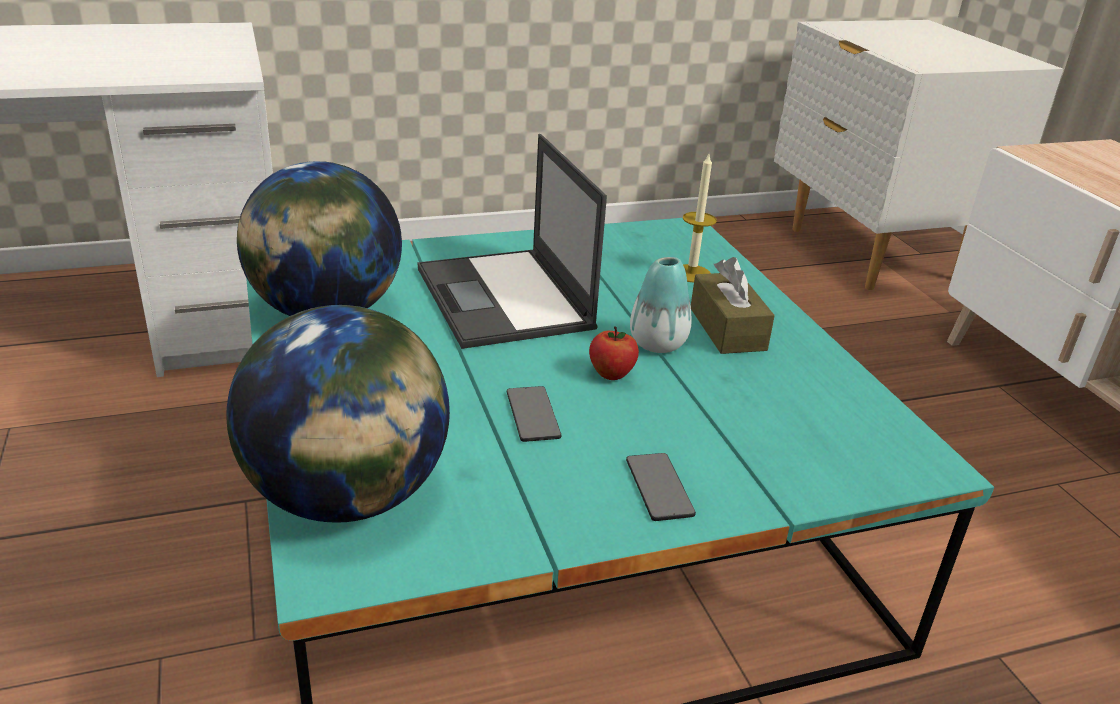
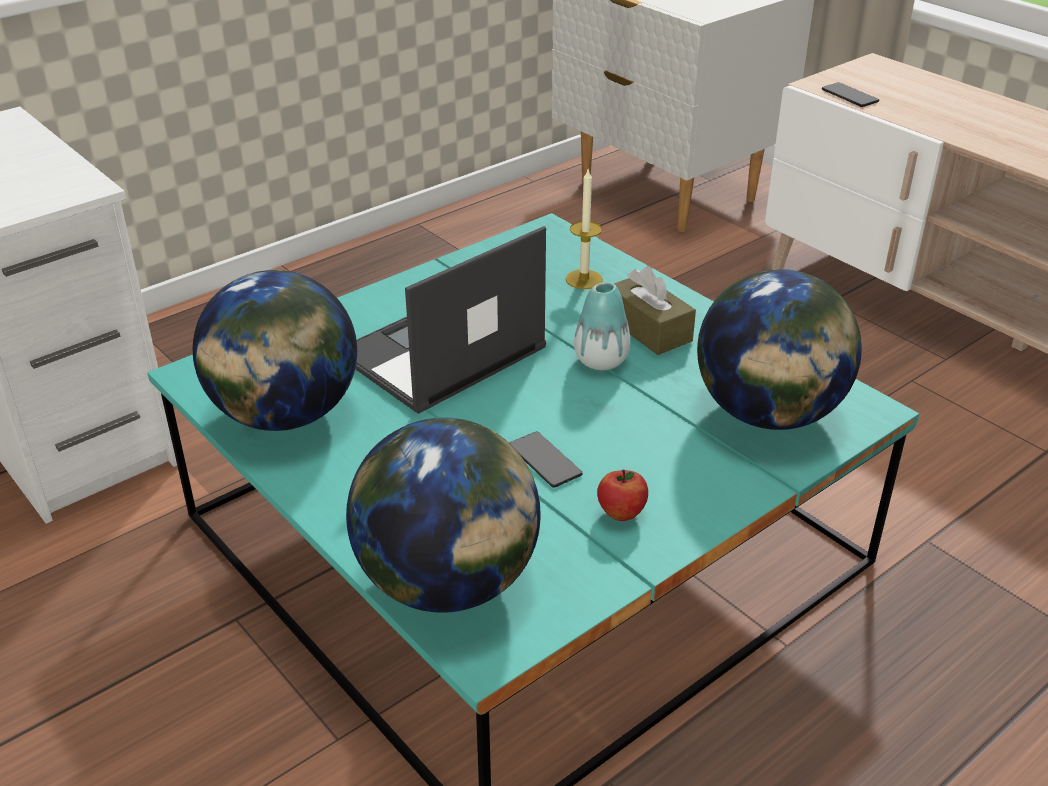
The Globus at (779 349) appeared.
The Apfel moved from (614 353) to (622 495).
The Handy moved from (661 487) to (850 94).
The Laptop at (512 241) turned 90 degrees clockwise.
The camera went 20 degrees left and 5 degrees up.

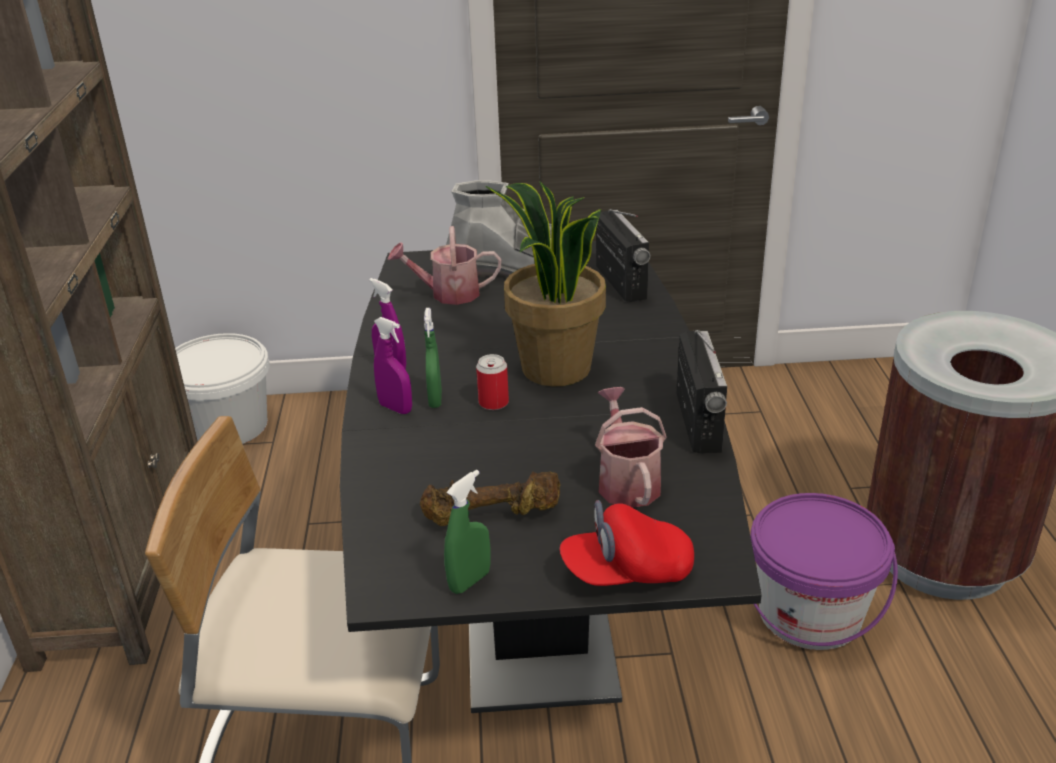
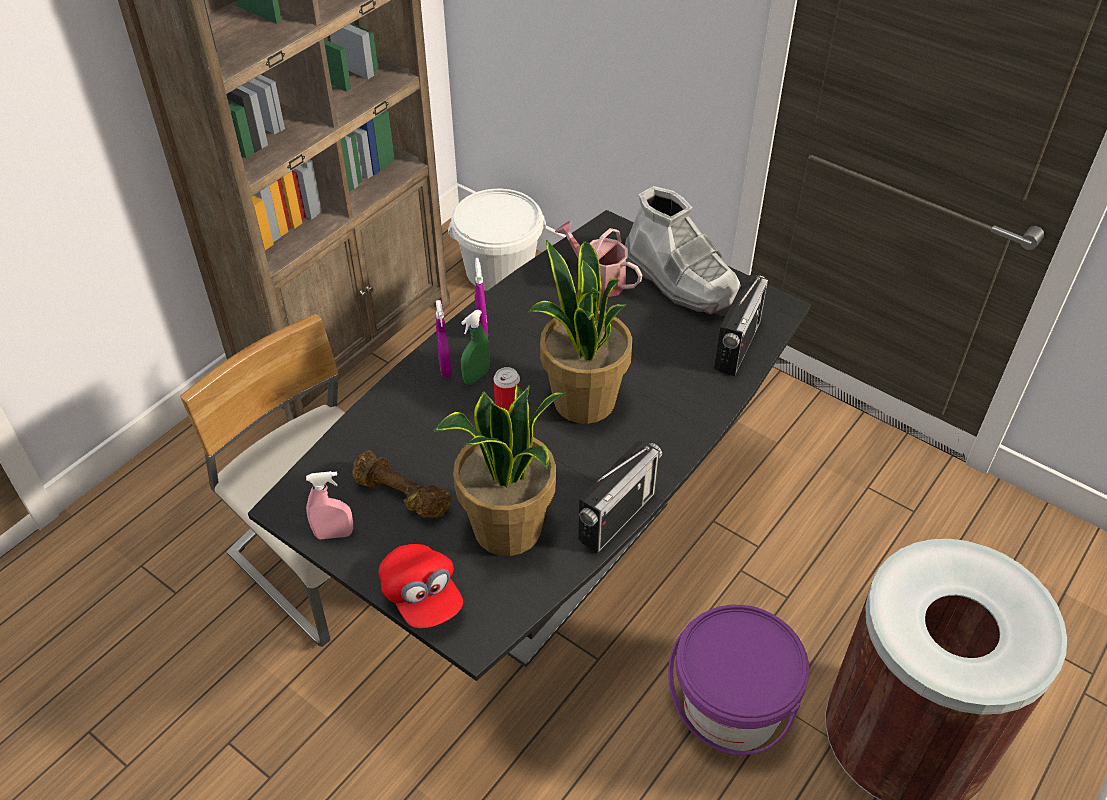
The Gießkanne at (631 447) was replaced by the Topfpflanze at (500 469).
The Sprühflasche [grün] at (467 532) became the Sprühflasche [rosa] at (329 505).
The Kappe [rot] at (626 543) turned 150 degrees counterclockwise.
The camera went 40 degrees right and 15 degrees up.

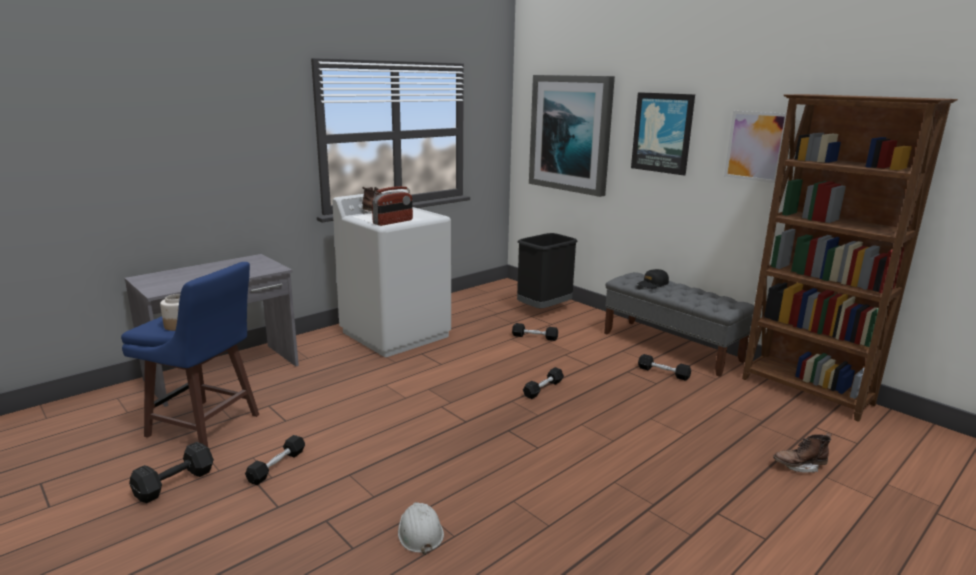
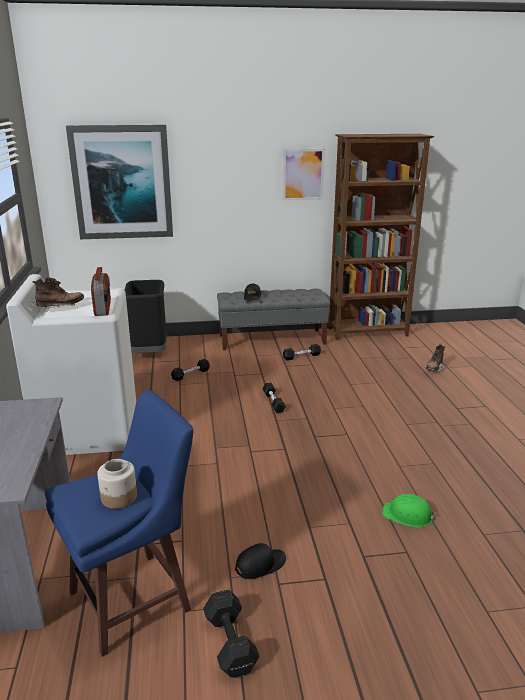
The Bild at (663 134) disappeared.
The Hantel [schwarz] at (275 460) was replaced by the Kappe [schwarz] at (260 561).
The Schutzhelm [weiß] at (421 528) became the Schutzhelm [grün] at (409 511).
The camera went 55 degrees left and 5 degrees up.

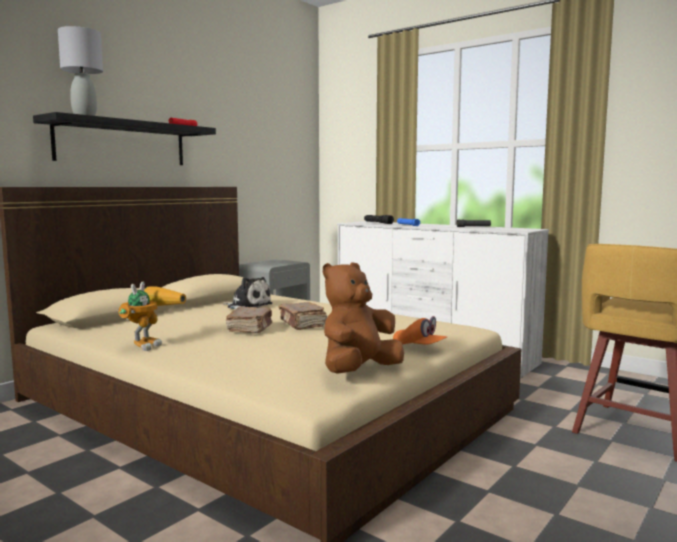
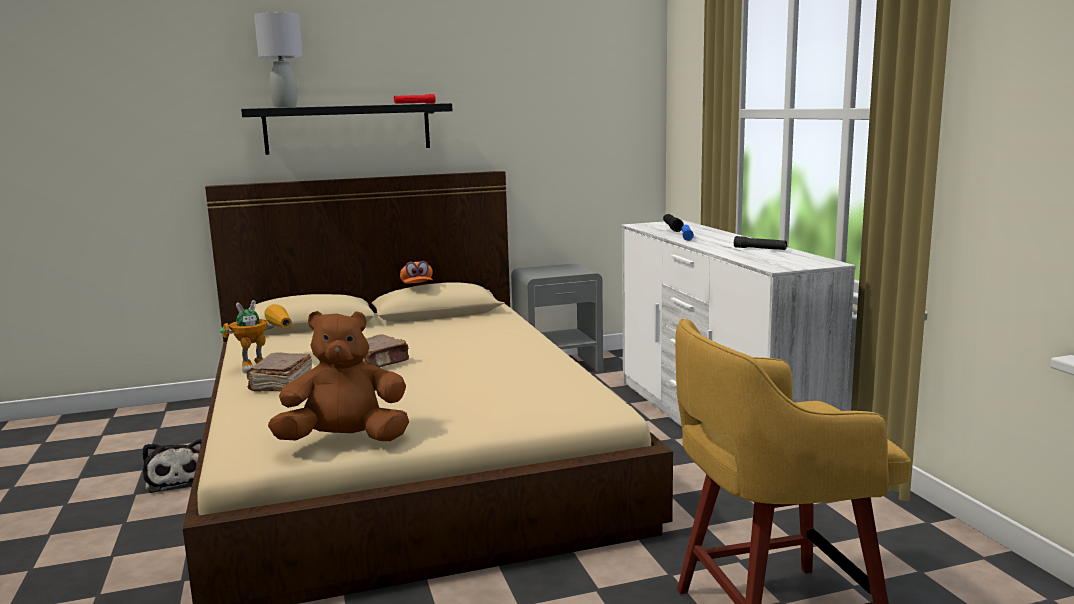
The Plüschtier moved from (247 293) to (172 466).
The Buch [braun] moved from (303 316) to (279 372).
The Kappe [orange] moved from (420 330) to (416 272).
The camera went 35 degrees right and 5 degrees up.

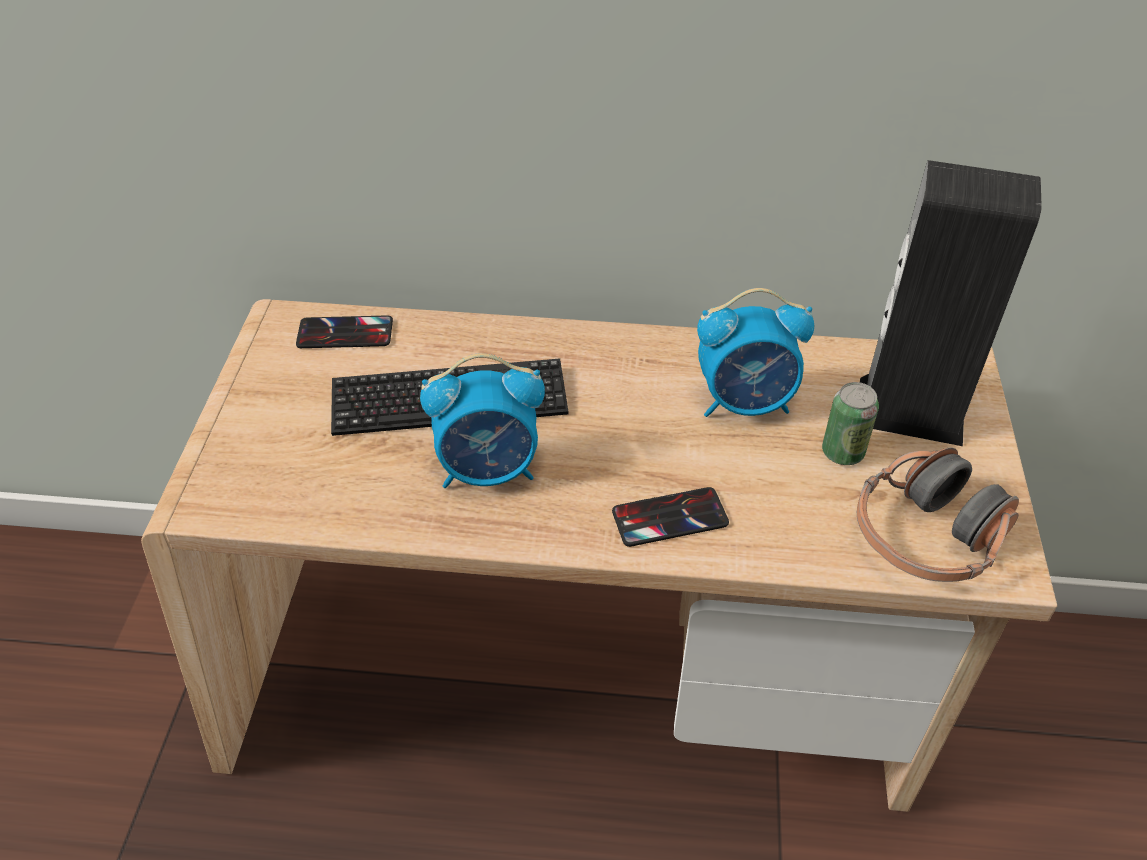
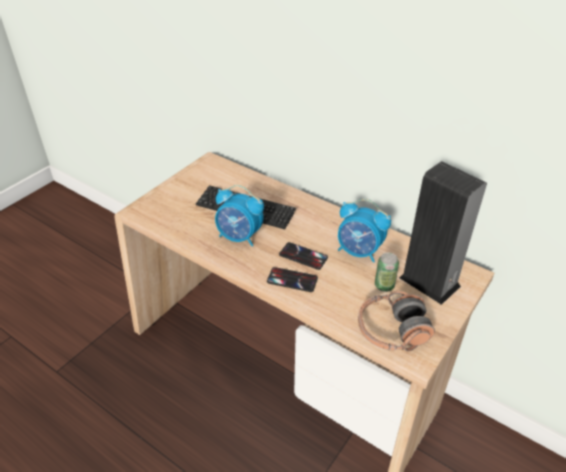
The Handy moved from (344 331) to (303 256).
The camera went 30 degrees right and 5 degrees down.

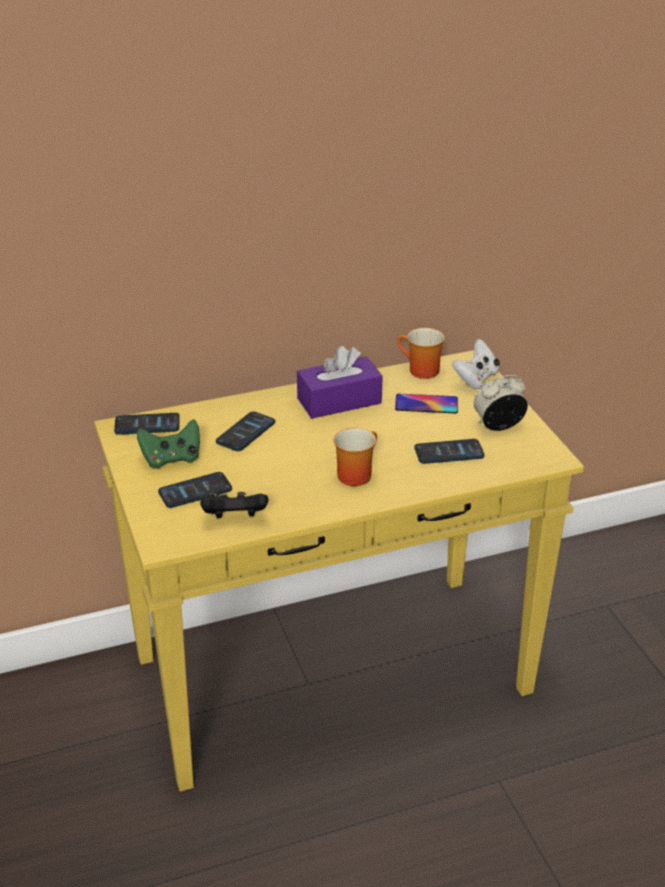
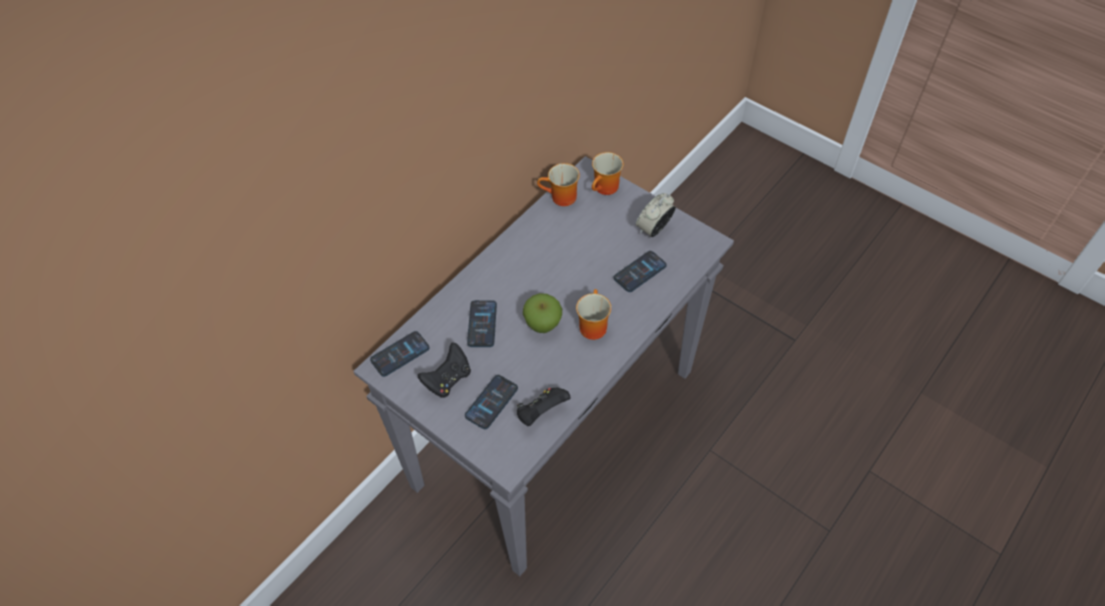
The Taschentuchbox [lila] at (340 382) disappeared.
The Handy at (426 403) disappeared.
The Apfel at (542 313) appeared.
The Gamepad [weiß] at (476 364) was replaced by the Henkelbecher at (607 173).
The Konsolentisch [gelb] at (339 571) became the Konsolentisch [grau] at (543 366).
The Gamepad [grün] at (168 444) became the Gamepad [schwarz] at (444 370).
The camera went 30 degrees left and 20 degrees up.

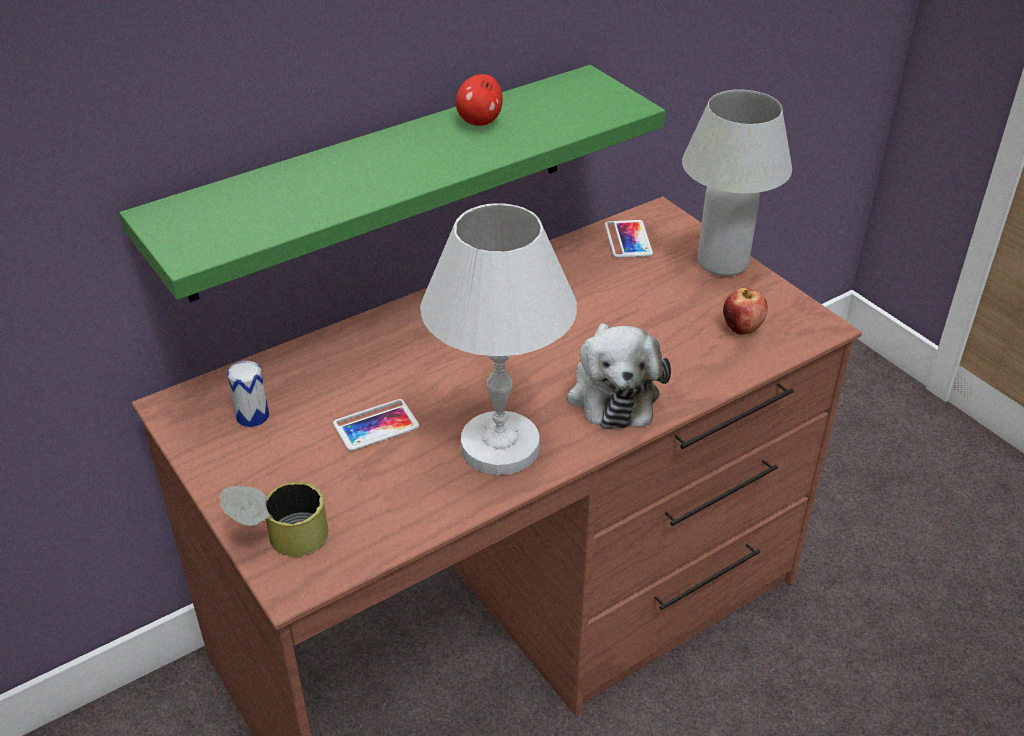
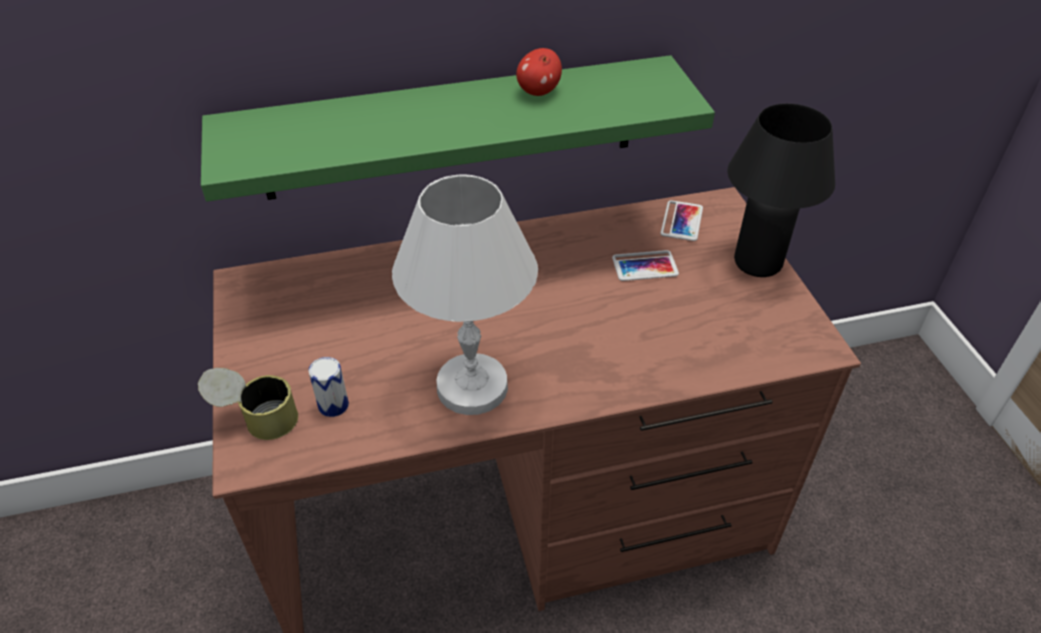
The Plüschtier at (619 376) disappeared.
The Apfel at (745 311) disappeared.
The Dose moved from (248 394) to (328 387).
The Handy moved from (376 425) to (645 265).
The Tischlampe [weiß] at (737 182) became the Tischlampe [schwarz] at (781 190).
The camera went 20 degrees right and 5 degrees up.

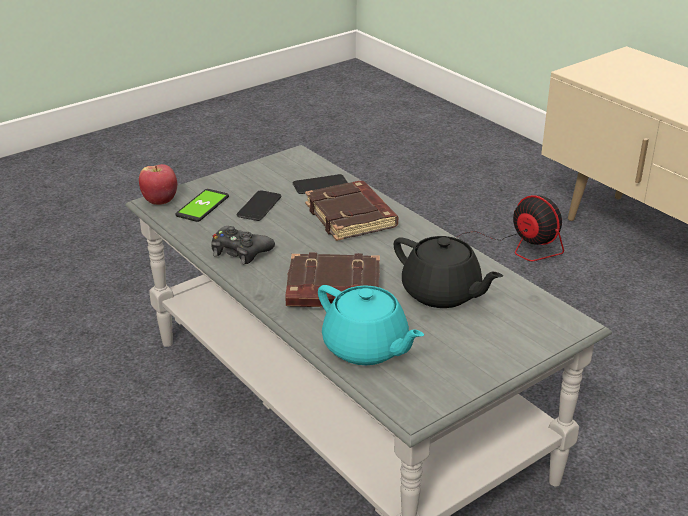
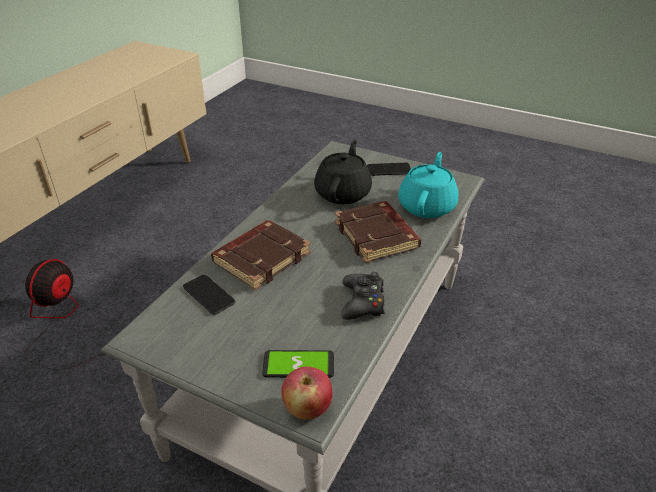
The Handy moved from (259 205) to (389 169).
The camera went 115 degrees left and 5 degrees up.

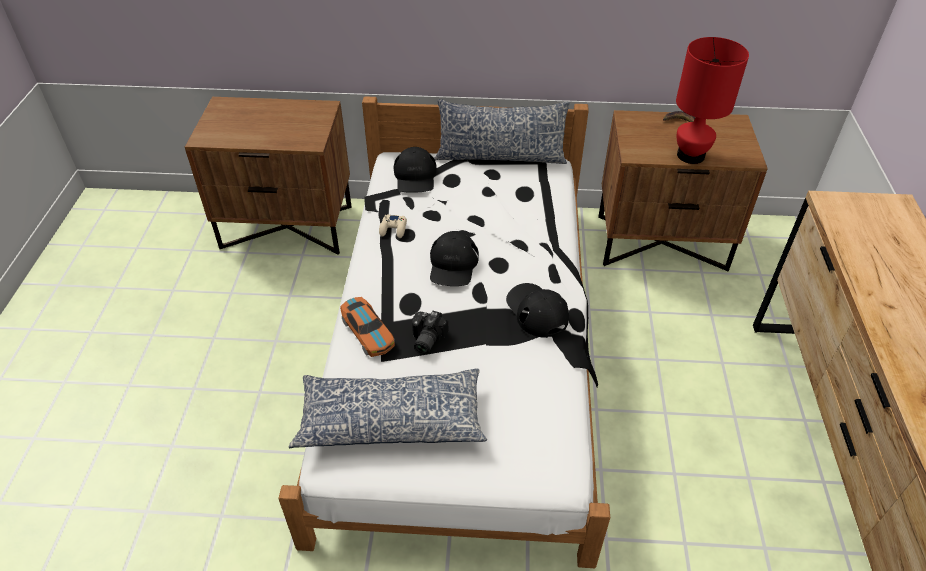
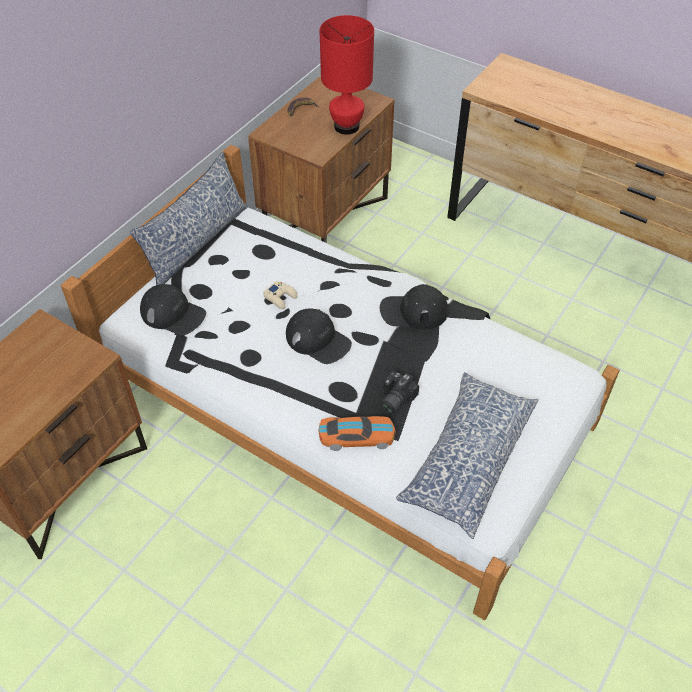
The Gamepad [beige] moved from (393 226) to (280 295).
The Kamera at (430 333) turned 75 degrees clockwise.
The camera went 60 degrees left and 5 degrees up.

